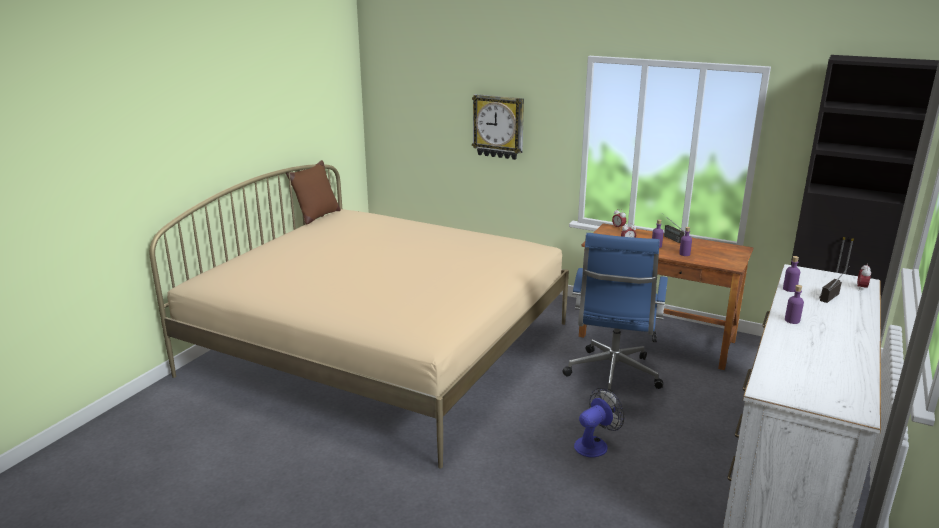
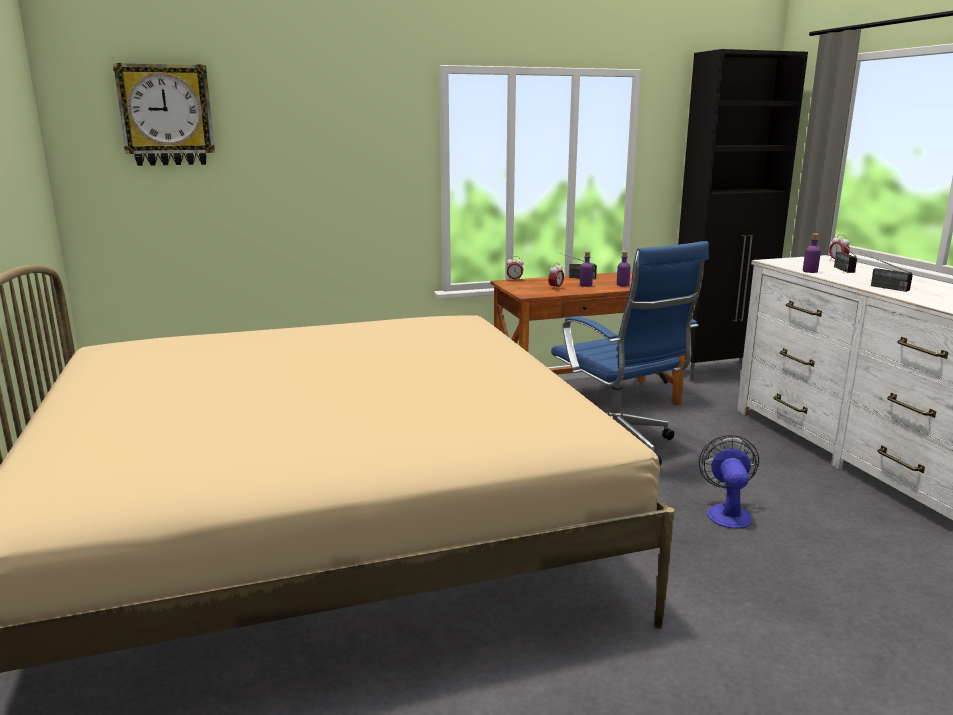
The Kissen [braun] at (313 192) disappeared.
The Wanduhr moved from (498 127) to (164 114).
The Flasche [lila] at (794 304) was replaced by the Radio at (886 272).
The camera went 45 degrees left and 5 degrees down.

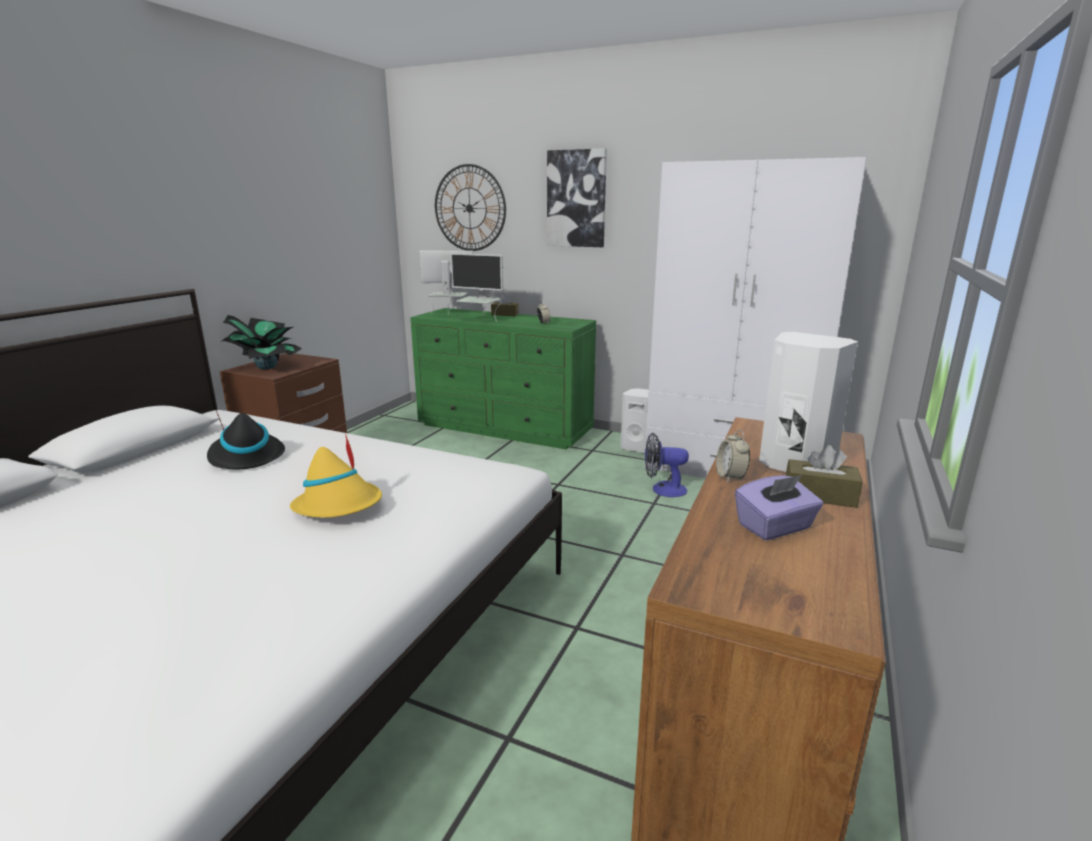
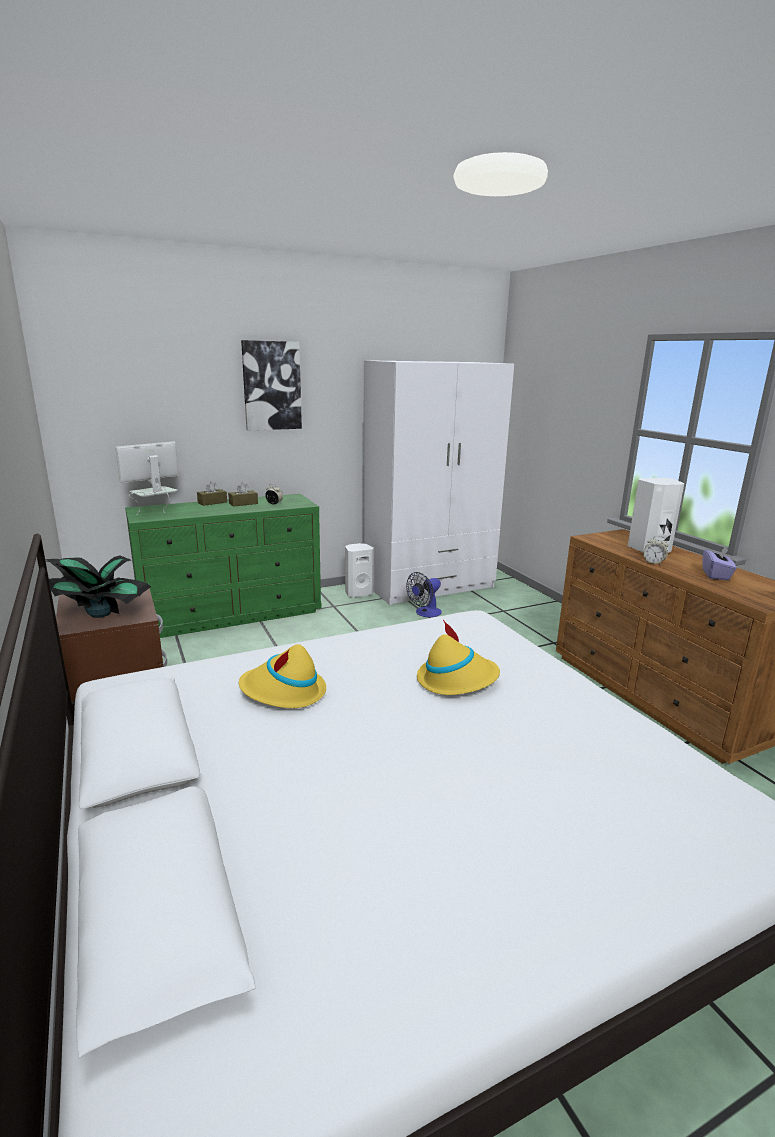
The Wanduhr at (470 207) disappeared.
The Monitor at (476 287) disappeared.
The Taschentuchbox [braun] moved from (824 476) to (243 494).
The Hut [schwarz] at (246 439) became the Hut [gelb] at (282 676).
The camera went 50 degrees left and 0 degrees up.

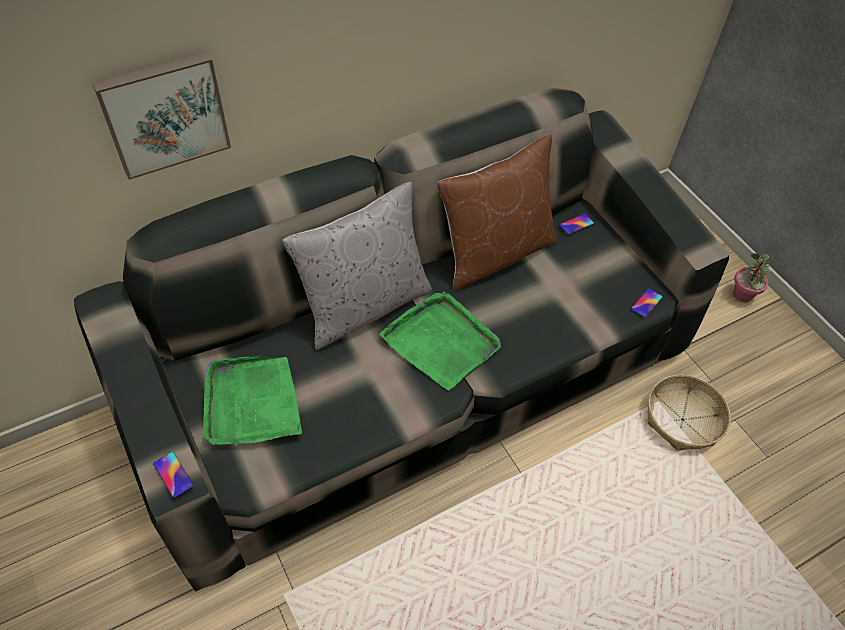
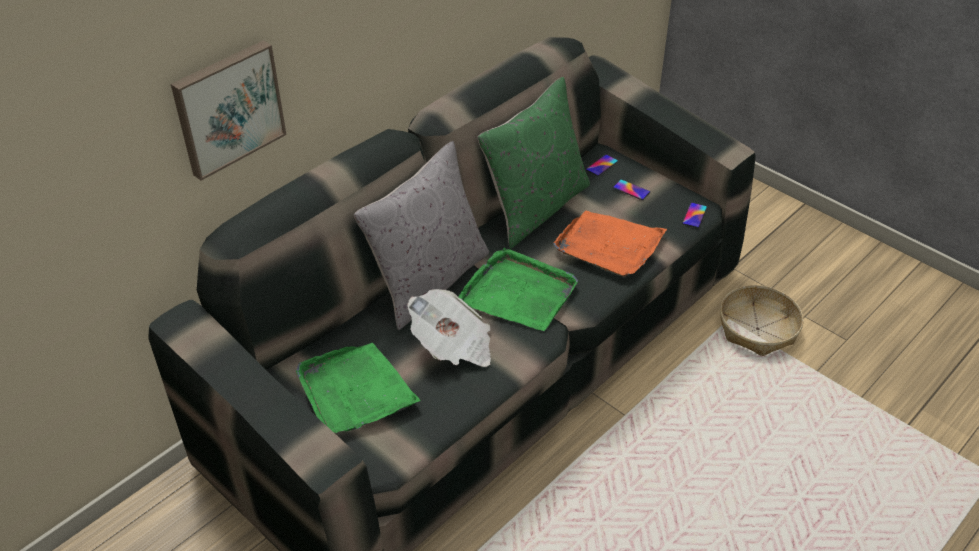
The Topfpflanze at (752 277) disappeared.
The Zeitung at (449 328) appeared.
The Tablett [orange] at (610 244) appeared.
The Handy moved from (173 475) to (631 189).
The Kissen [braun] at (497 213) became the Kissen [grün] at (533 163).
The camera went 15 degrees left and 10 degrees down.

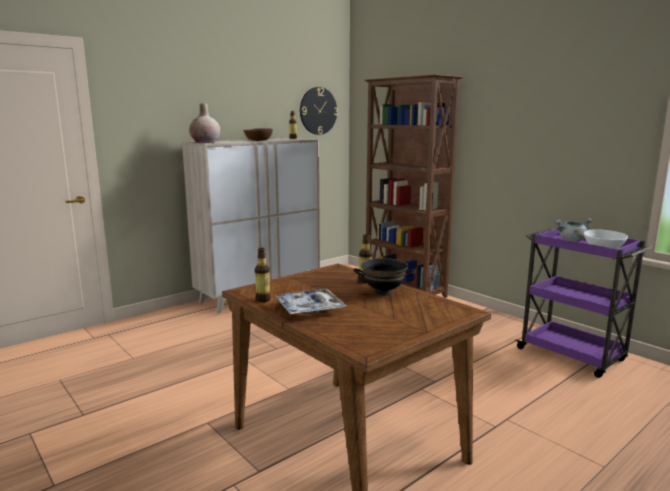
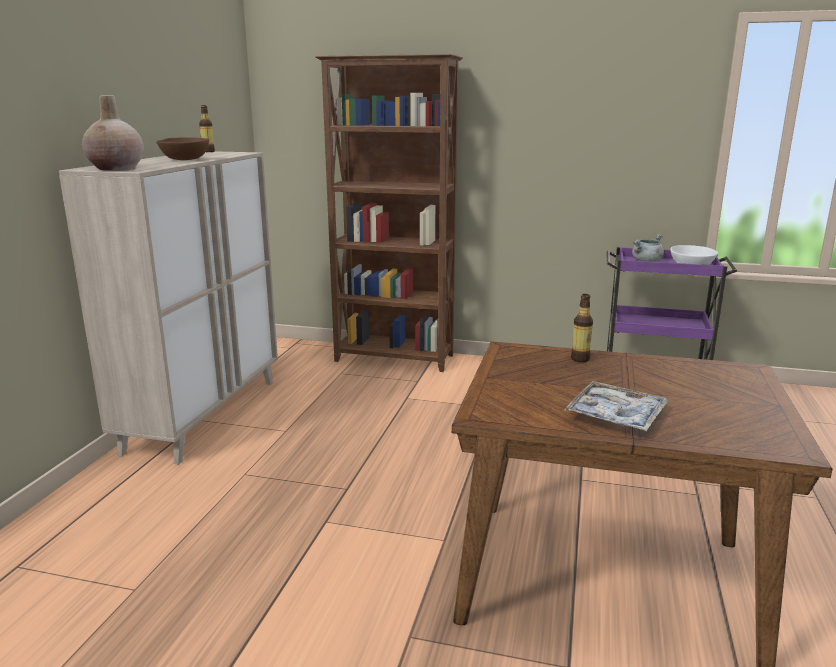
The Flasche at (263 275) disappeared.
The Wanduhr at (319 111) disappeared.
The Schüssel [schwarz] at (384 276) disappeared.
The camera went 35 degrees left and 5 degrees up.

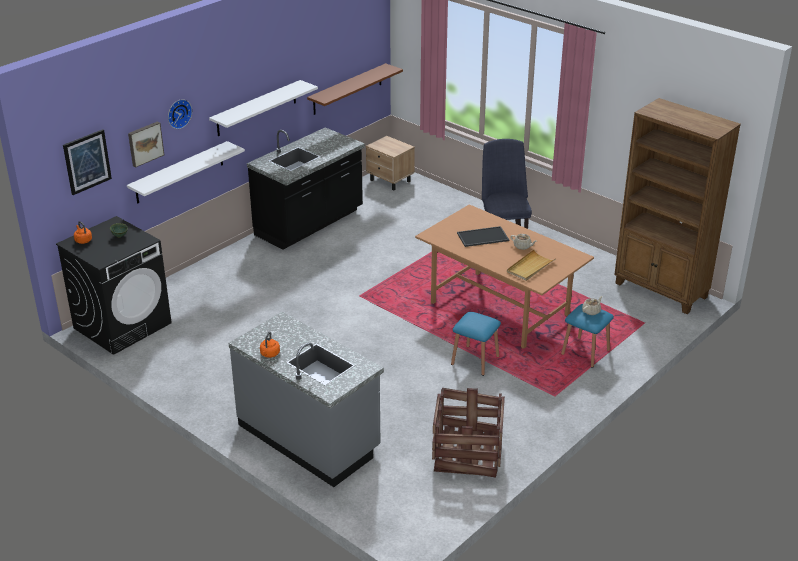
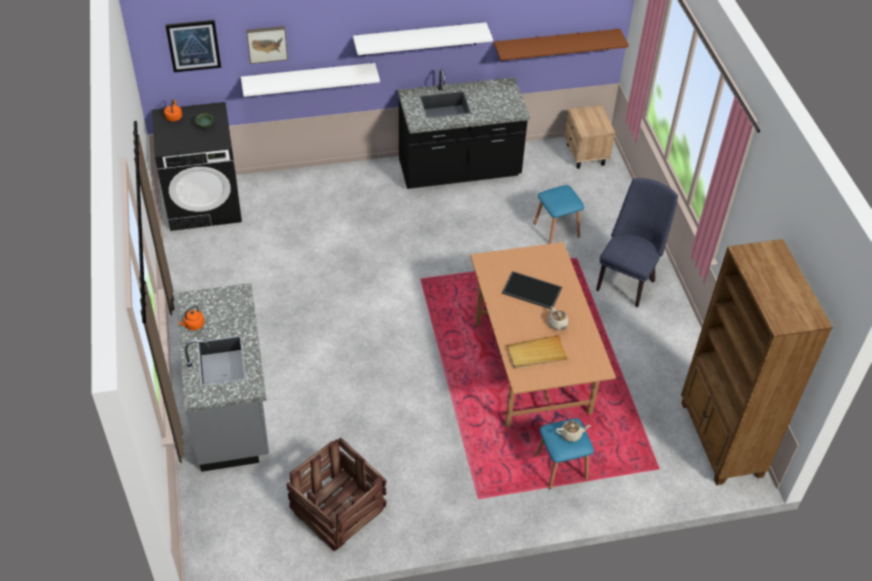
The Wanduhr at (180 114) disappeared.
The Hocker [blau] moved from (476 344) to (559 214).
The camera went 35 degrees right and 15 degrees up.

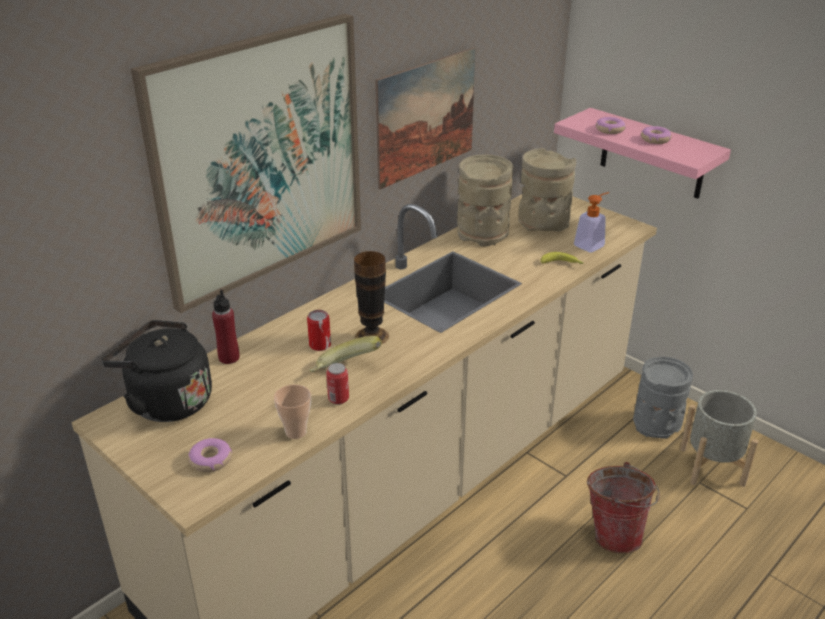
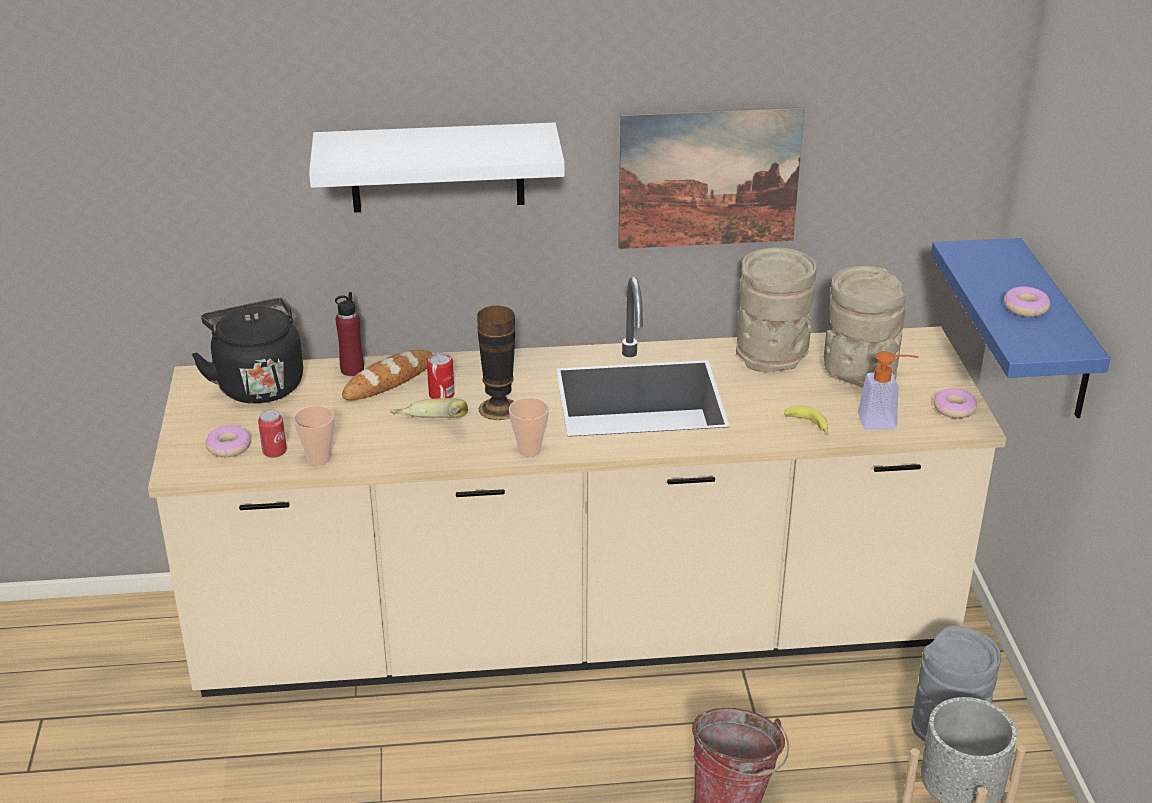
The Brot at (387 375) appeared.
The Tasse at (529 427) appeared.
The Dose moved from (337 383) to (272 434).
The Donut moved from (611 125) to (955 403).
The Bild at (246 163) was replaced by the Wandregal [weiß] at (437 167).
The Wandregal [rosa] at (642 153) became the Wandregal [blau] at (1020 328).
The camera went 40 degrees right and 0 degrees up.

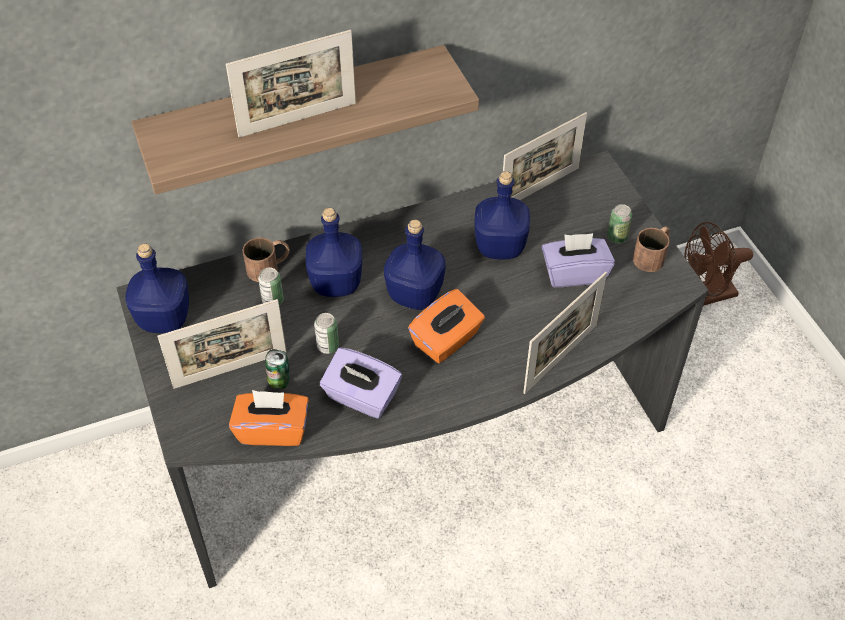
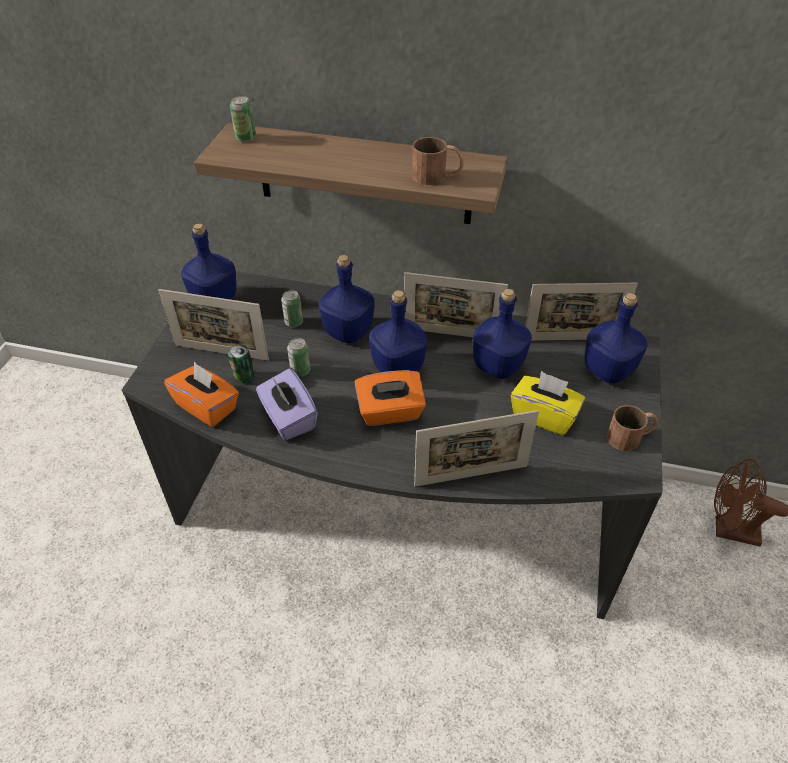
The Flasche [blau] at (616 338) appeared.
The Bilderrahmen moved from (291 83) to (456 304).
The Henkelbecher [braun] moved from (266 260) to (438 161).
The Dose moved from (619 224) to (243 119).
The Taschentuchbox [lila] at (578 260) became the Taschentuchbox [gelb] at (548 403).
The camera went 35 degrees right and 5 degrees down.

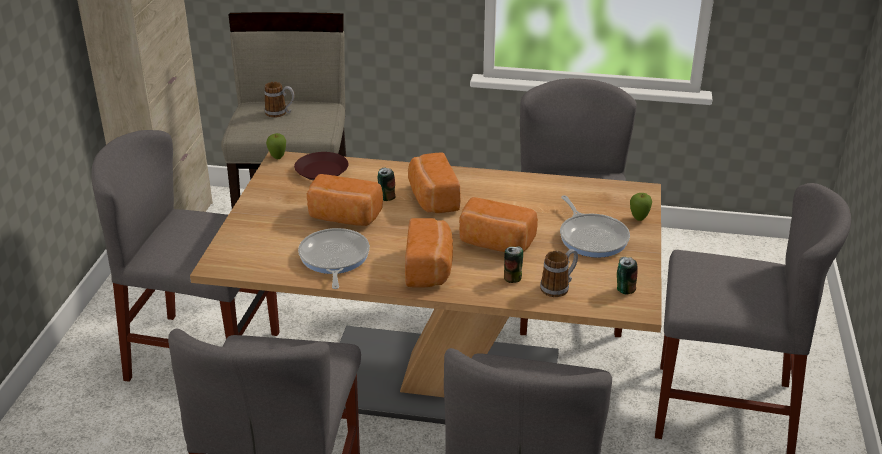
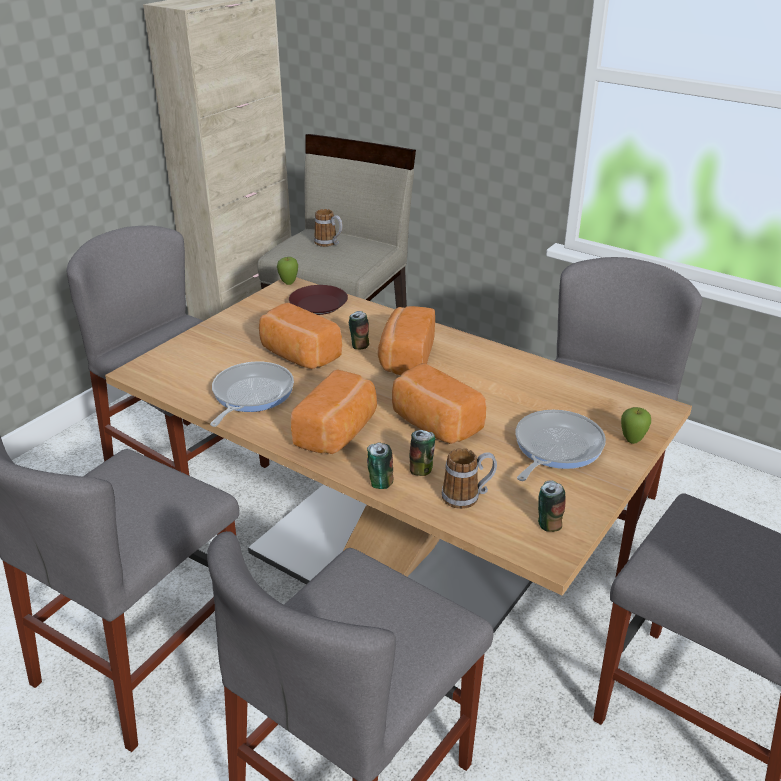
The Dose at (380 465) appeared.
The Pfanne at (595 226) turned 150 degrees counterclockwise.
The camera went 25 degrees right and 0 degrees up.

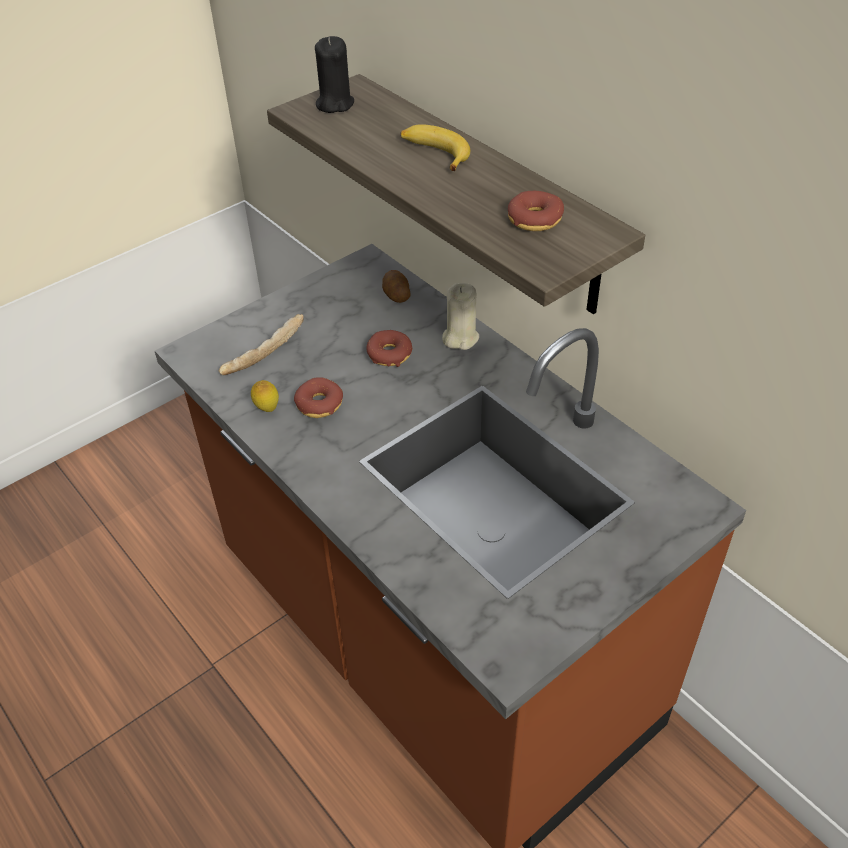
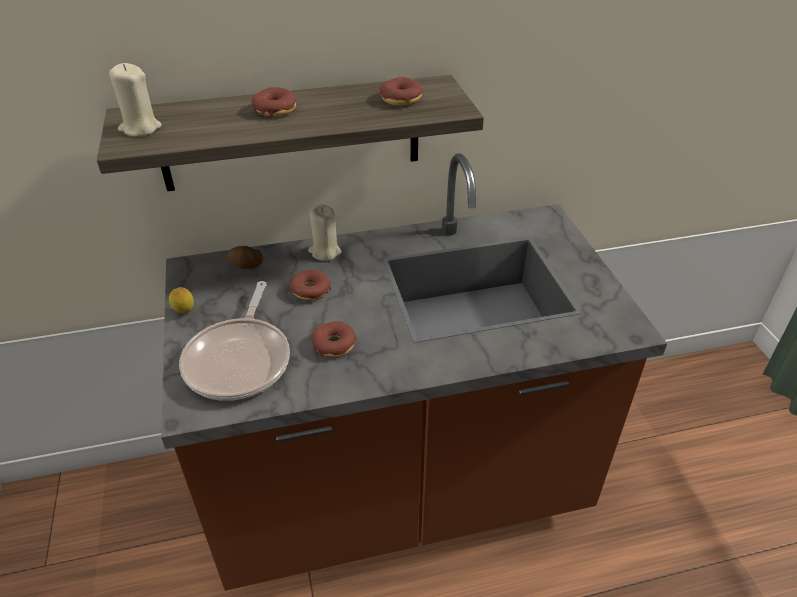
The Zitrone moved from (265 396) to (181 300).
The Brot at (261 344) was replaced by the Pfanne at (234 341).
The Banane at (435 147) was replaced by the Donut at (274 102).
The Kerze [schwarz] at (334 74) became the Kerze [beige] at (135 100).
The camera went 65 degrees left and 5 degrees down.

